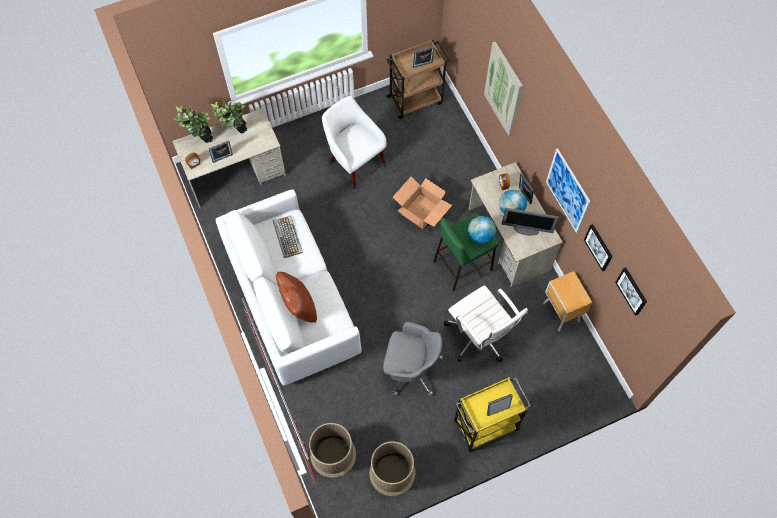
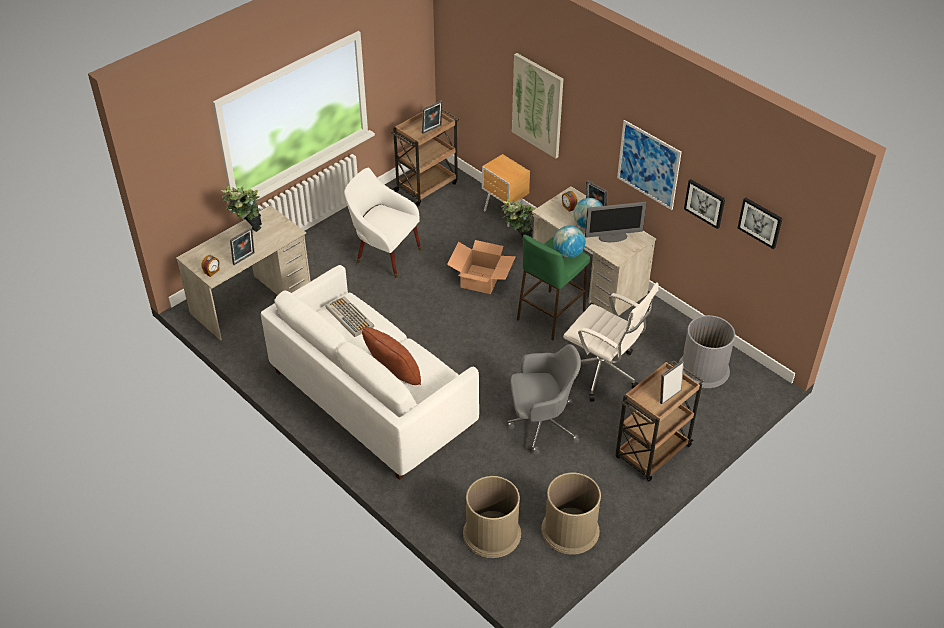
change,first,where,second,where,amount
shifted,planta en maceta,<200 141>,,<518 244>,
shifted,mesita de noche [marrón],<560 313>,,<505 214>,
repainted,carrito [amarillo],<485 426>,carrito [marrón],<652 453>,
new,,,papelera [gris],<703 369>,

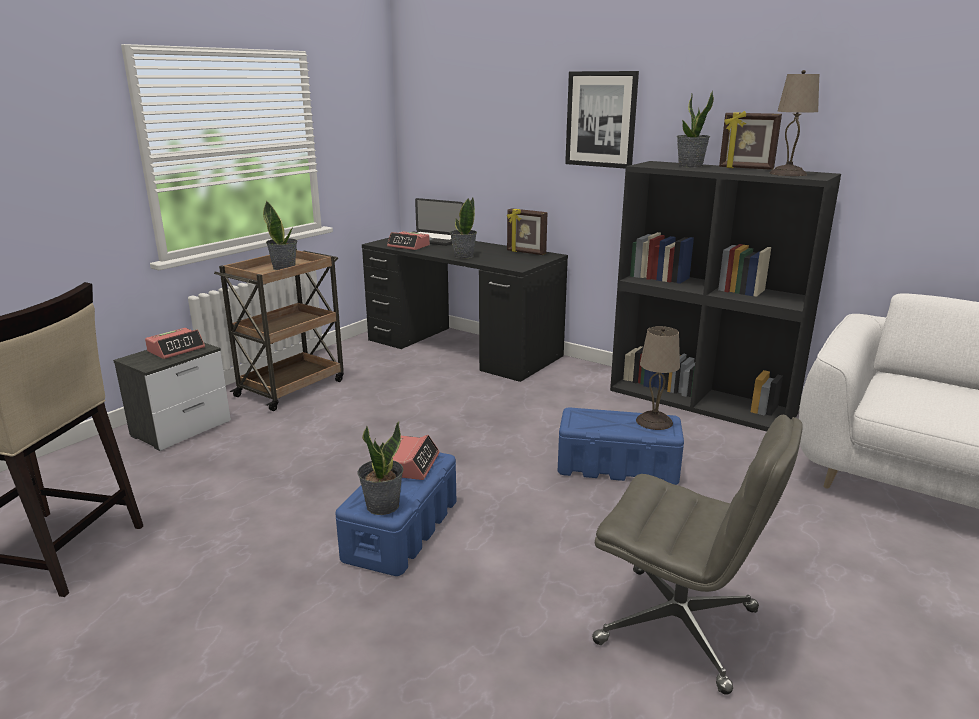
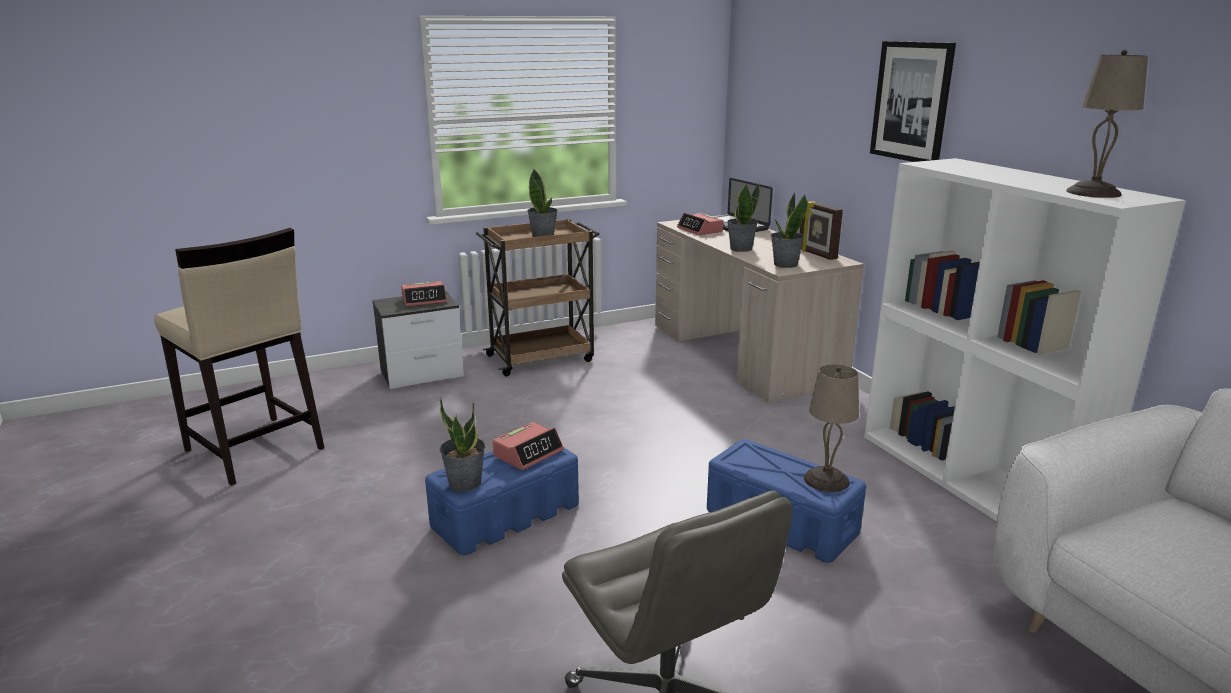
change,first,where,second,where,amount
shifted,planta en maceta,<690 166>,,<785 264>,
gone,portarretratos,<745 168>,,,
repainted,estantería [negro],<702 401>,estantería [blanco],<972 479>,
repainted,escritorio [negro],<463 348>,escritorio [beis],<743 353>,

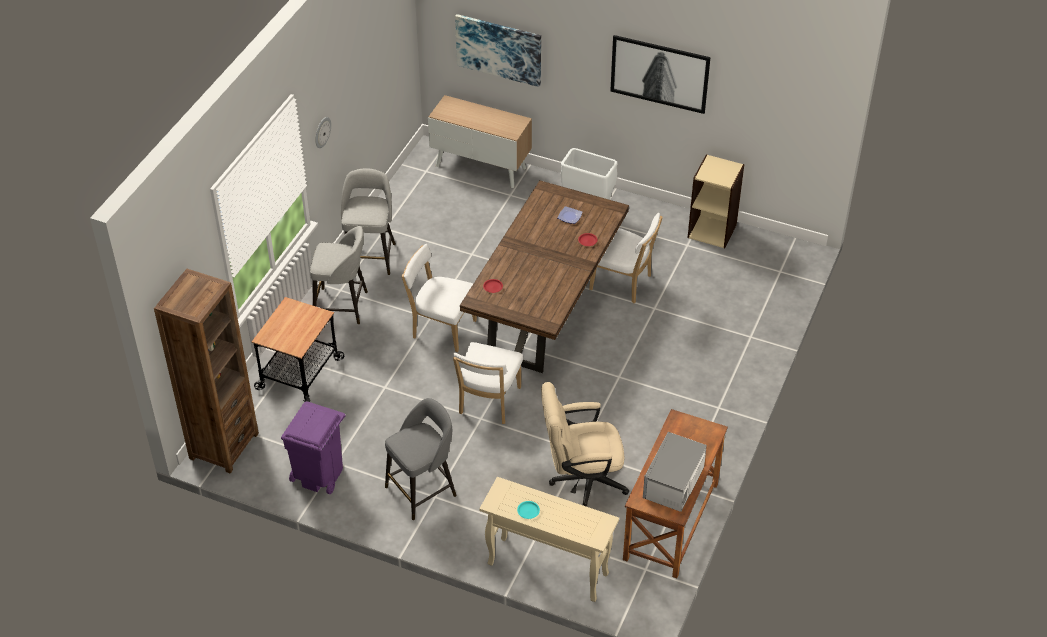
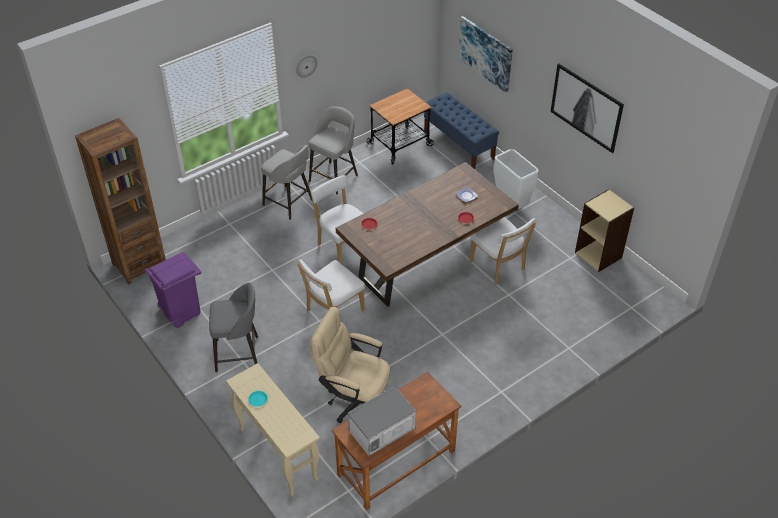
change,first,where,second,where,amount
swapped,armario,<481 166>,banco [azul],<459 144>,
shifted,carrito,<299 373>,,<399 144>,

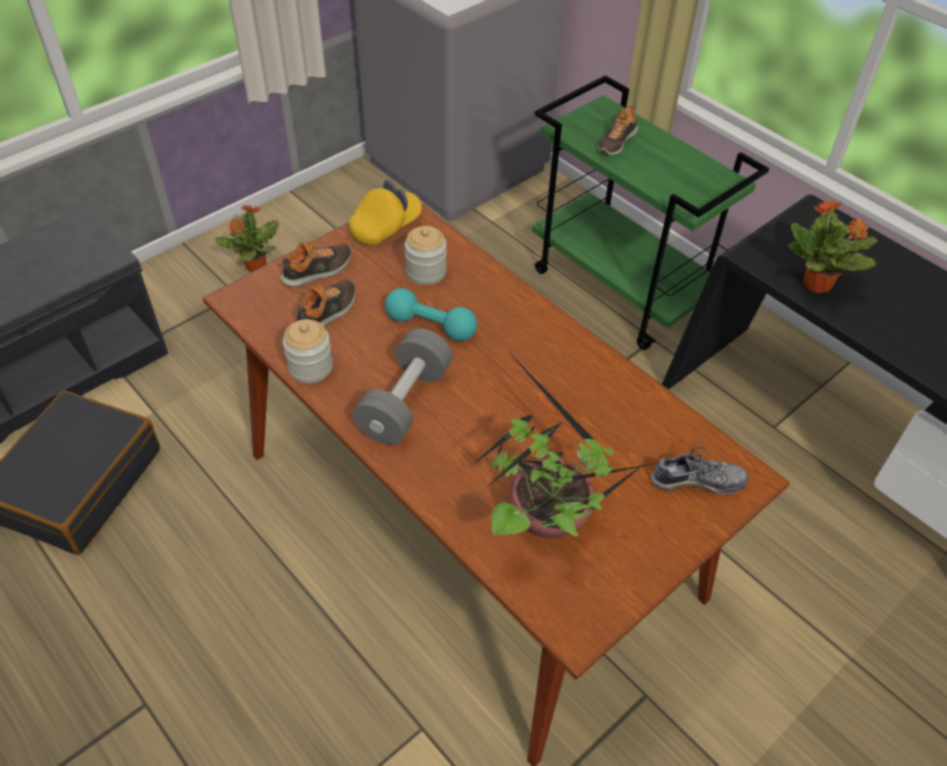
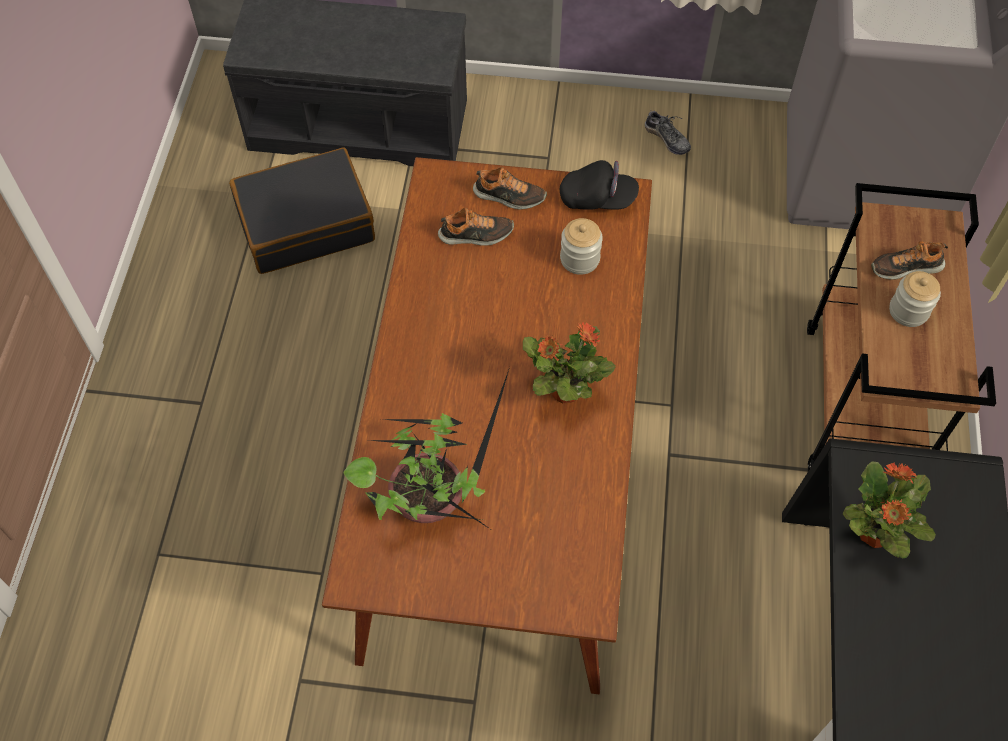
change,first,where,second,where,amount
repainted,carrito [verde],<621 288>,carrito [marrón],<862 405>,
repainted,gorra [amarillo],<385 227>,gorra [negro],<597 198>,
shifted,planta en maceta,<255 267>,,<564 391>,
gone,mancuerna [turquesa],<430 326>,,,
shifted,tarro,<310 367>,,<908 311>,
gone,mancuerna [gris],<405 402>,,,
shifted,zapato,<697 481>,,<667 139>,

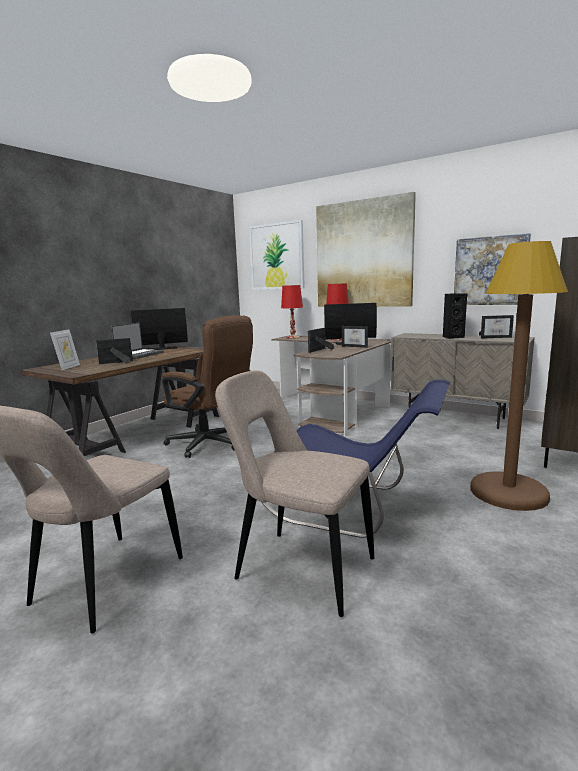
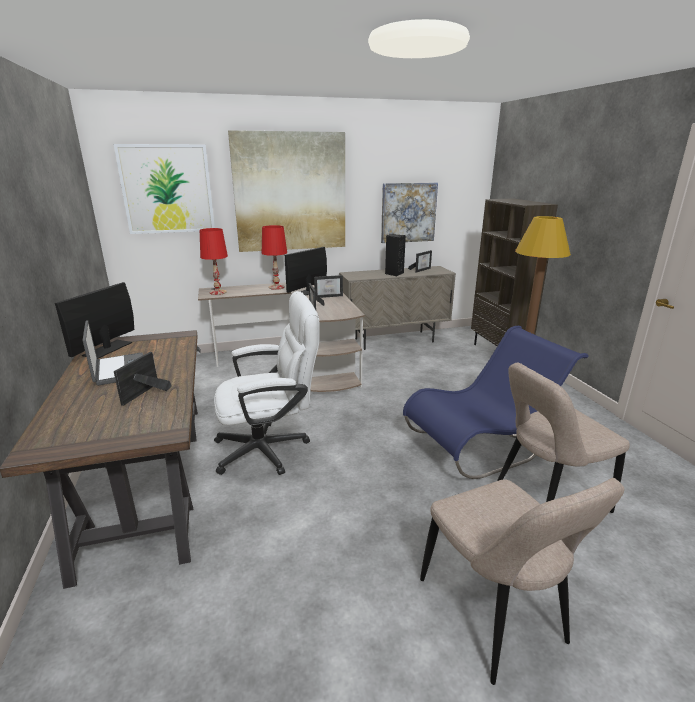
change,first,where,second,where,amount
repainted,silla de oficina [marrón],<211 444>,silla de oficina [blanco],<270 448>,
gone,portarretratos,<68 367>,,,

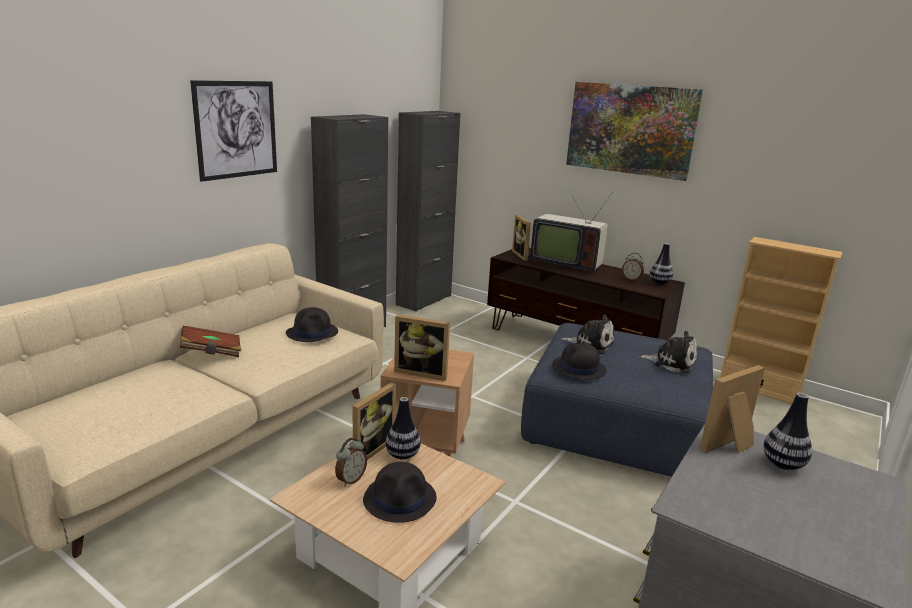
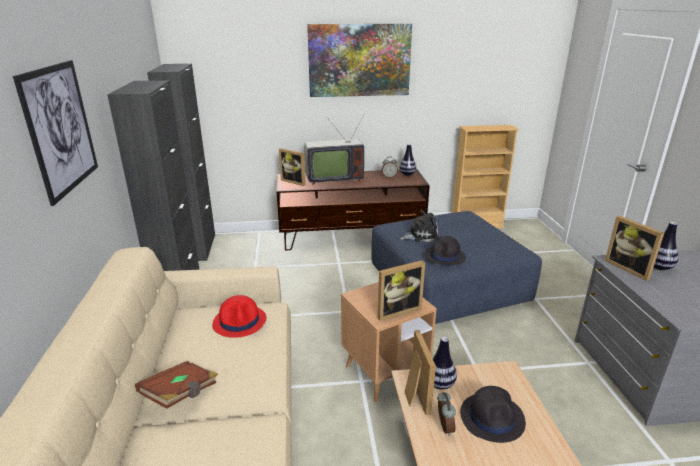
change,first,where,second,where,amount
repainted,sombrero [negro],<312 333>,sombrero [rojo],<240 321>,
gone,peluche,<671 362>,,,
rotated,portarretratos,<731 445>,,<629 268>,45 degrees counterclockwise

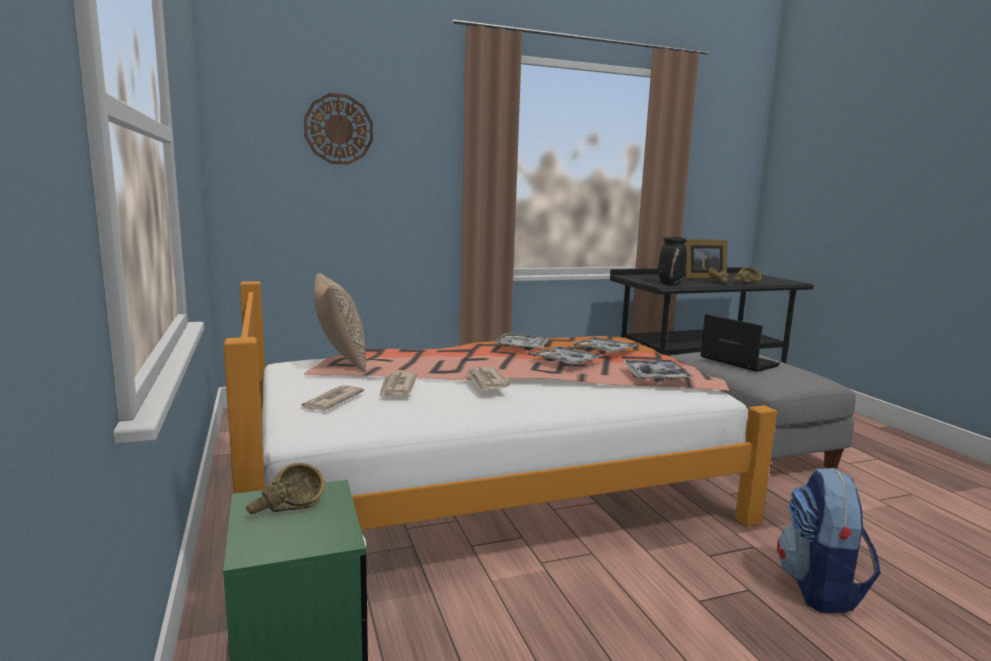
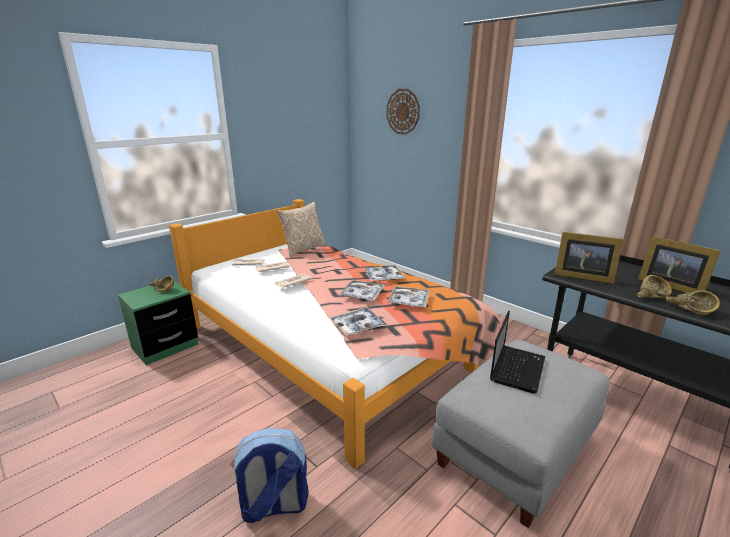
change,first,where,second,where,amount
swapped,florero [negro],<670 284>,portarretratos,<581 276>,

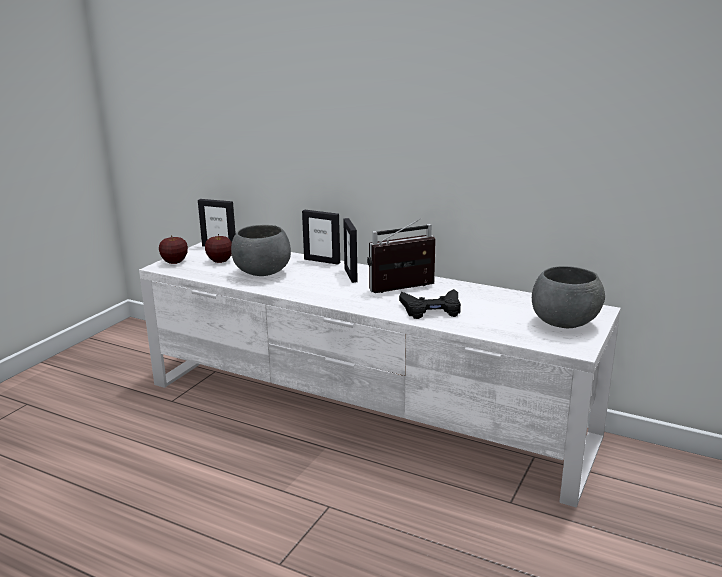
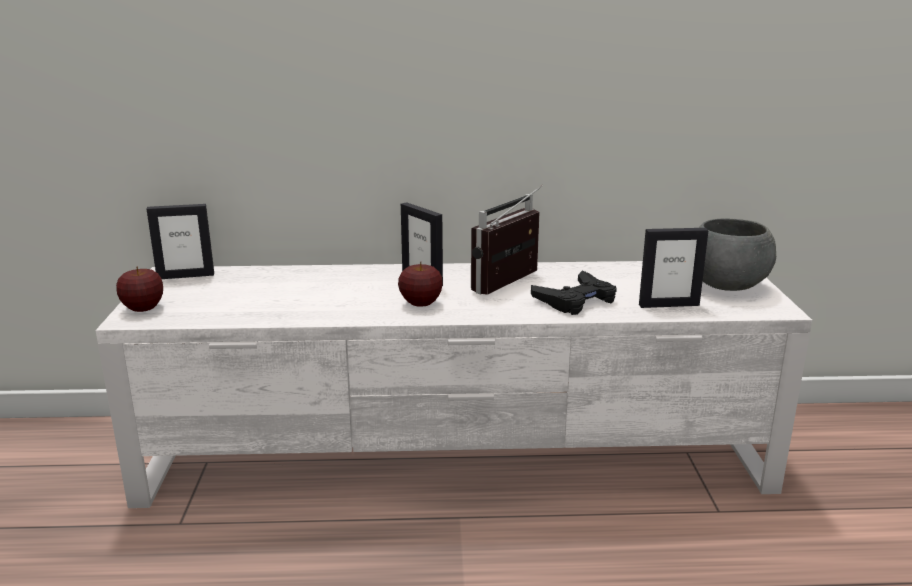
change,first,where,second,where,amount
shifted,portarretratos,<322 261>,,<668 305>,
gone,cuenco [gris],<262 273>,,,
shifted,manzana,<220 261>,,<421 303>,

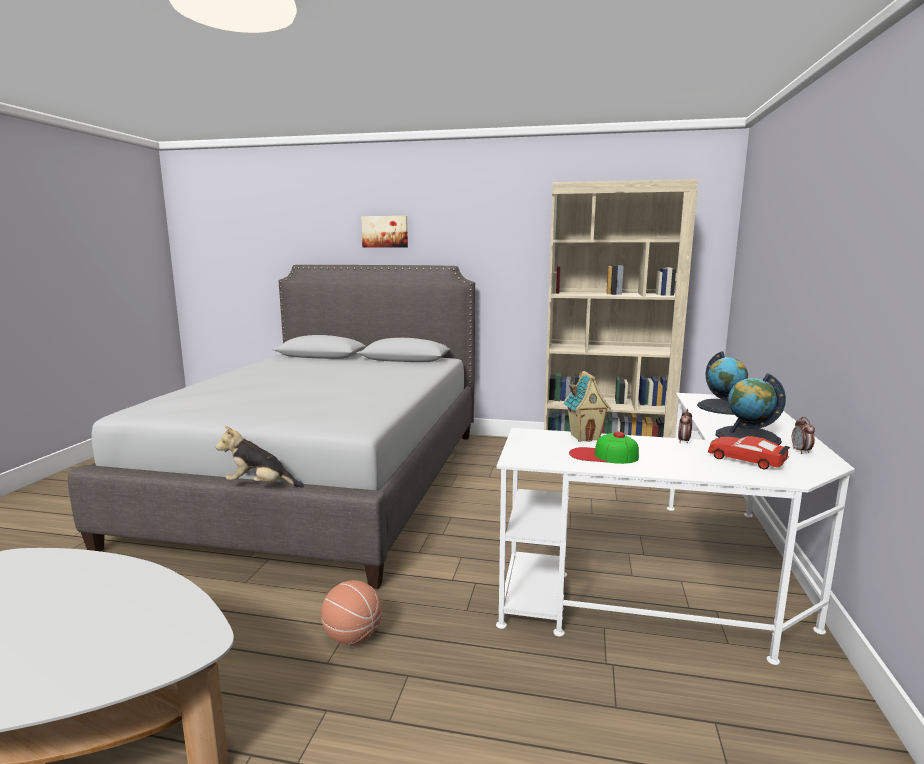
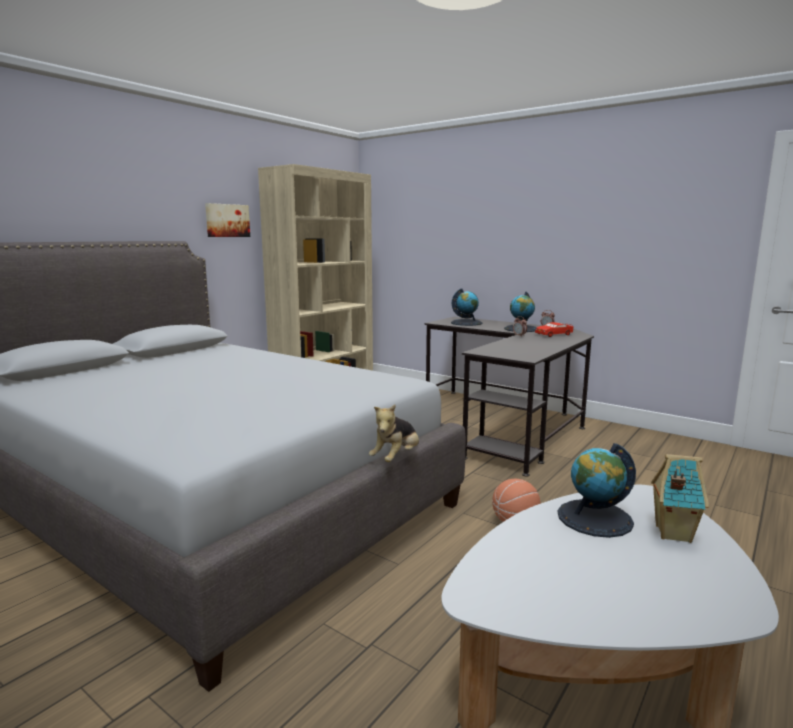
change,first,where,second,where,amount
shifted,cuadro,<385 231>,,<227 220>,
shifted,casita,<585 437>,,<672 533>,
repainted,escritorio [blanco],<682 581>,escritorio [negro],<508 424>,
gone,gorra,<603 455>,,,
new,,,globo terráqueo,<594 518>,

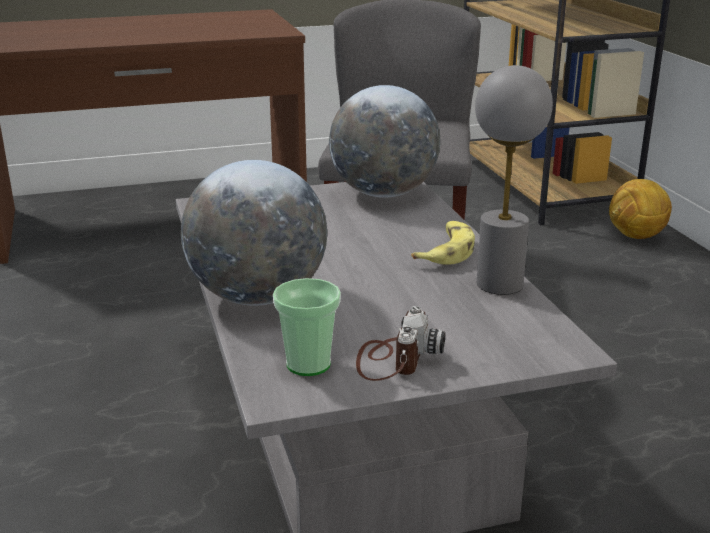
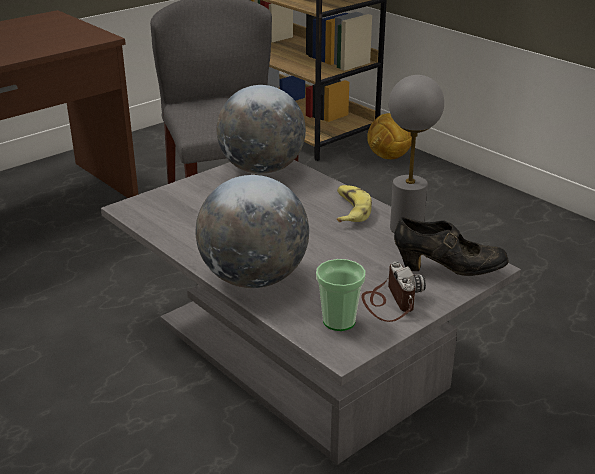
change,first,where,second,where,amount
new,,,zapato [negro],<448 270>,

